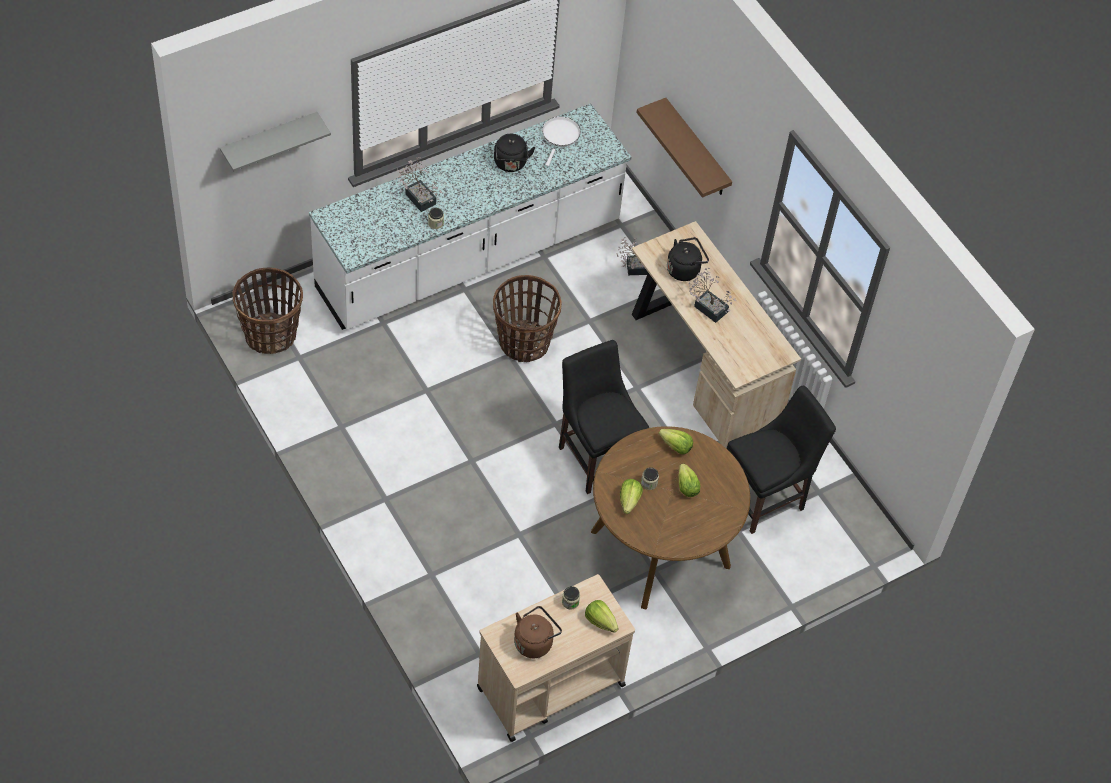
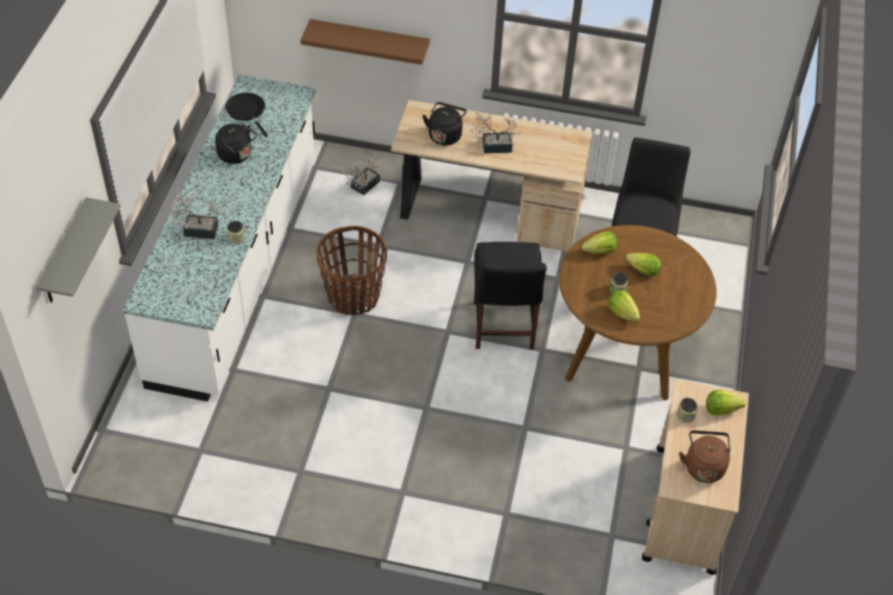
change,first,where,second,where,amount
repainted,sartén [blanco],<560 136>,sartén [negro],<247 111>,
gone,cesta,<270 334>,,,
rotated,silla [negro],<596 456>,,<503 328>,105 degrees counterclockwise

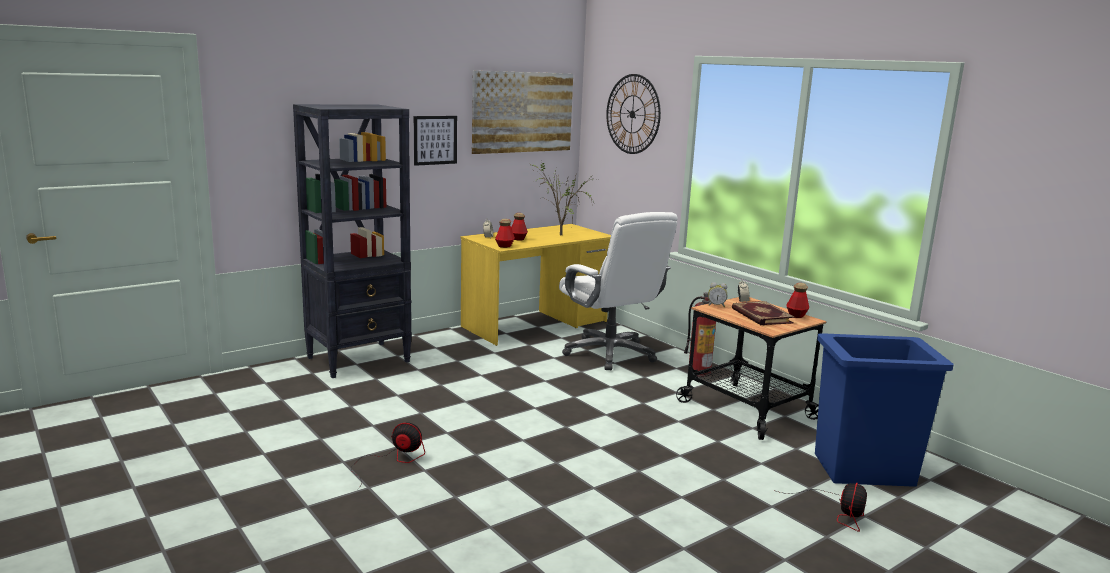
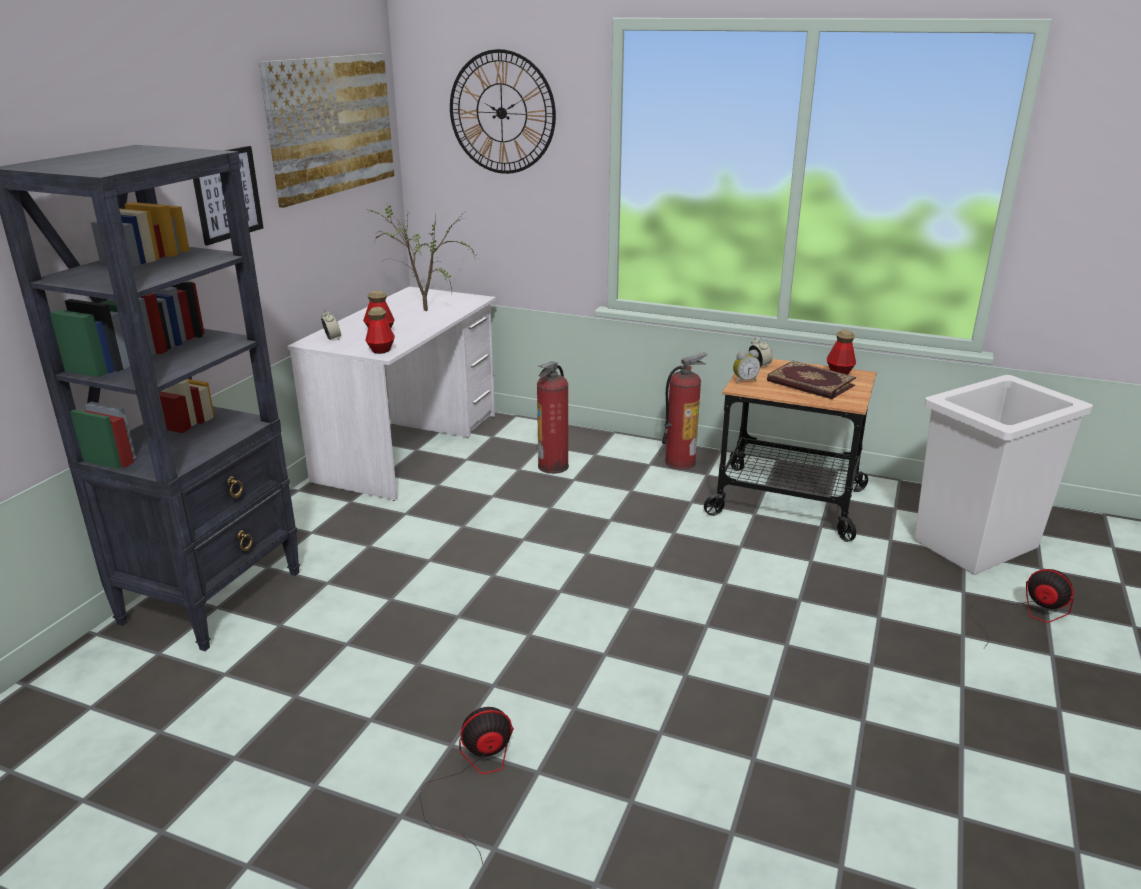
change,first,where,second,where,amount
swapped,silla de oficina [blanco],<610 353>,extintor,<553 466>,
repainted,escritorio [amarillo],<535 324>,escritorio [blanco],<409 447>,
repainted,papelera [azul],<862 469>,papelera [blanco],<973 544>,
rotated,ventilador,<838 512>,,<1022 614>,45 degrees counterclockwise

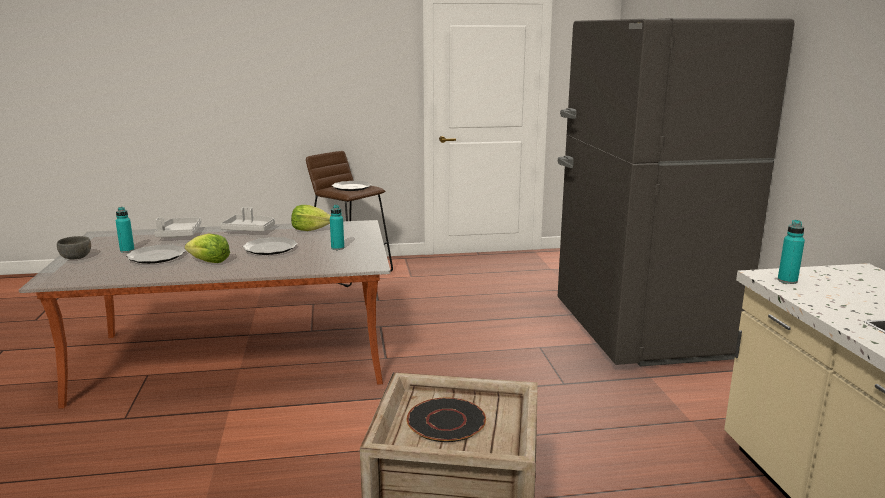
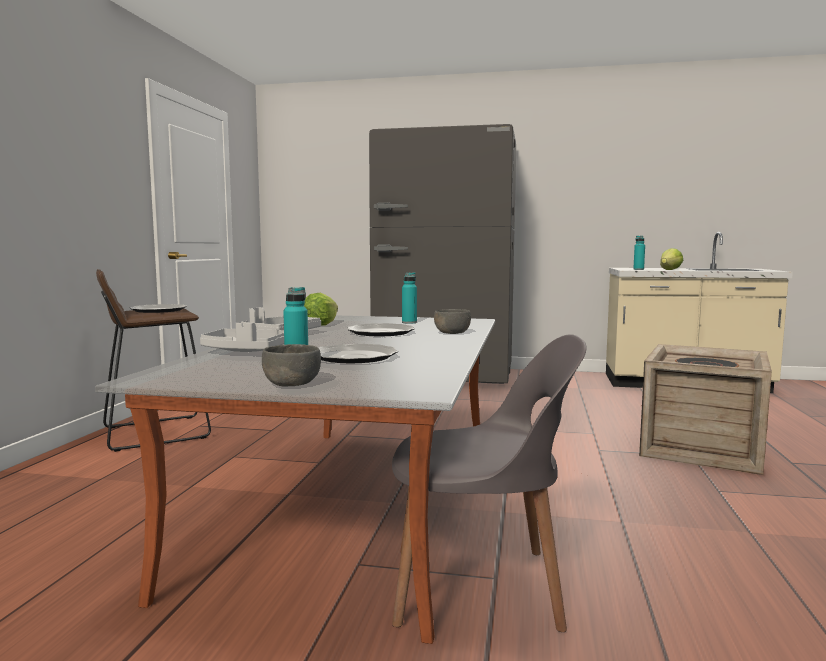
change,first,where,second,where,amount
shifted,lechuga,<209 262>,,<669 270>,
new,,,cuenco [gris],<451 333>,
new,,,silla [gris],<481 587>,

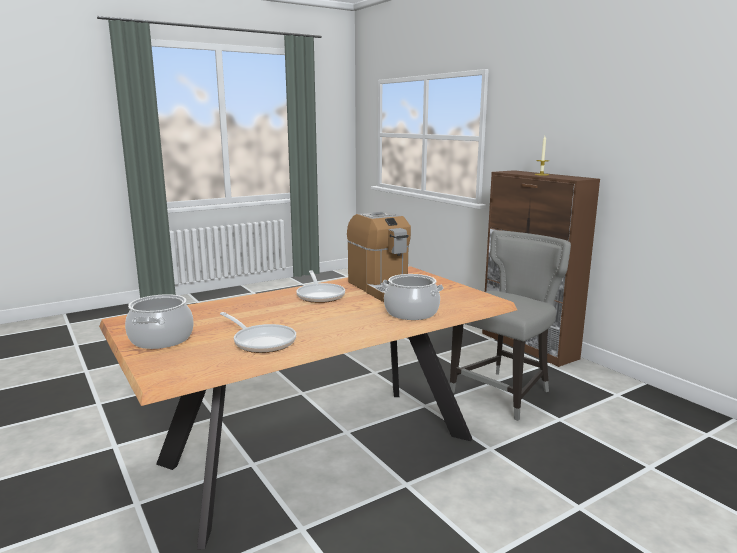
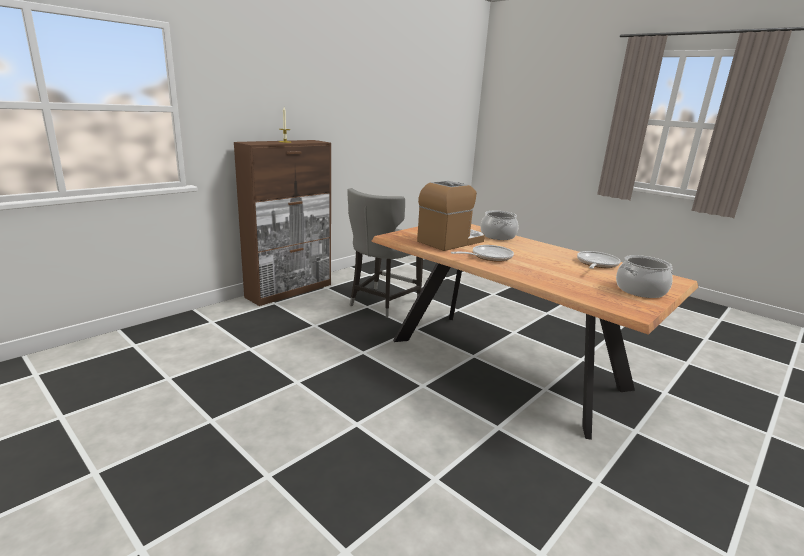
change,first,where,second,where,amount
rotated,silla [gris],<504 393>,,<382 303>,90 degrees counterclockwise

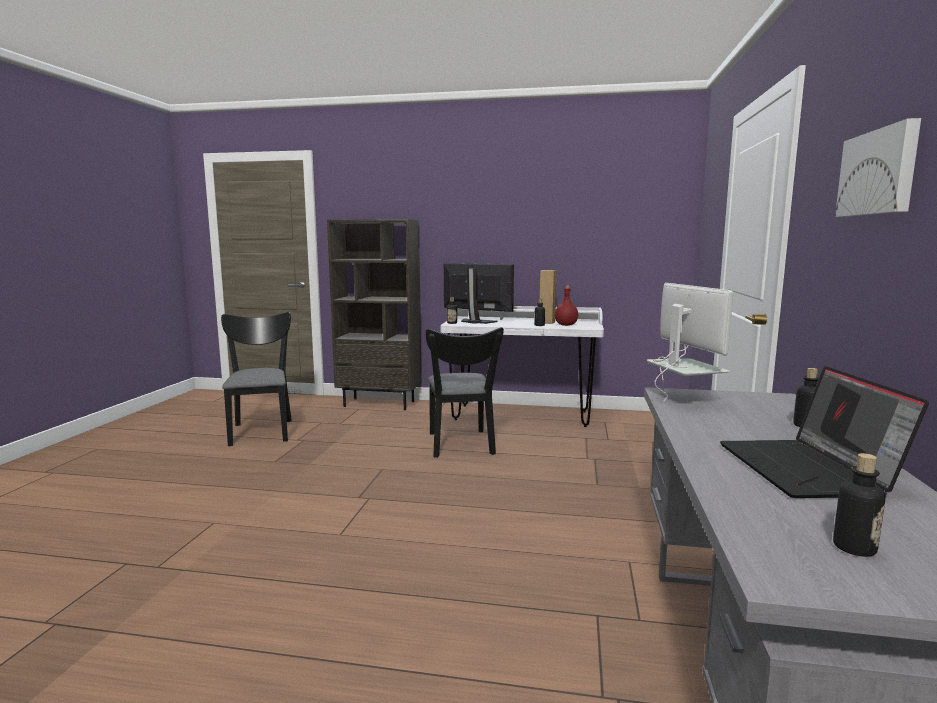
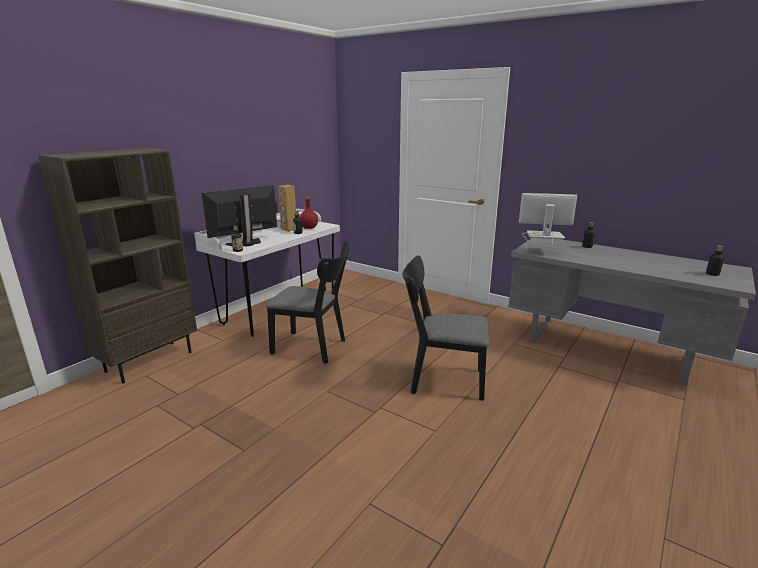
change,first,where,second,where,amount
gone,cuadro,<879 173>,,,
shifted,silla [negro],<261 430>,,<441 380>,
gone,portátil,<809 470>,,,

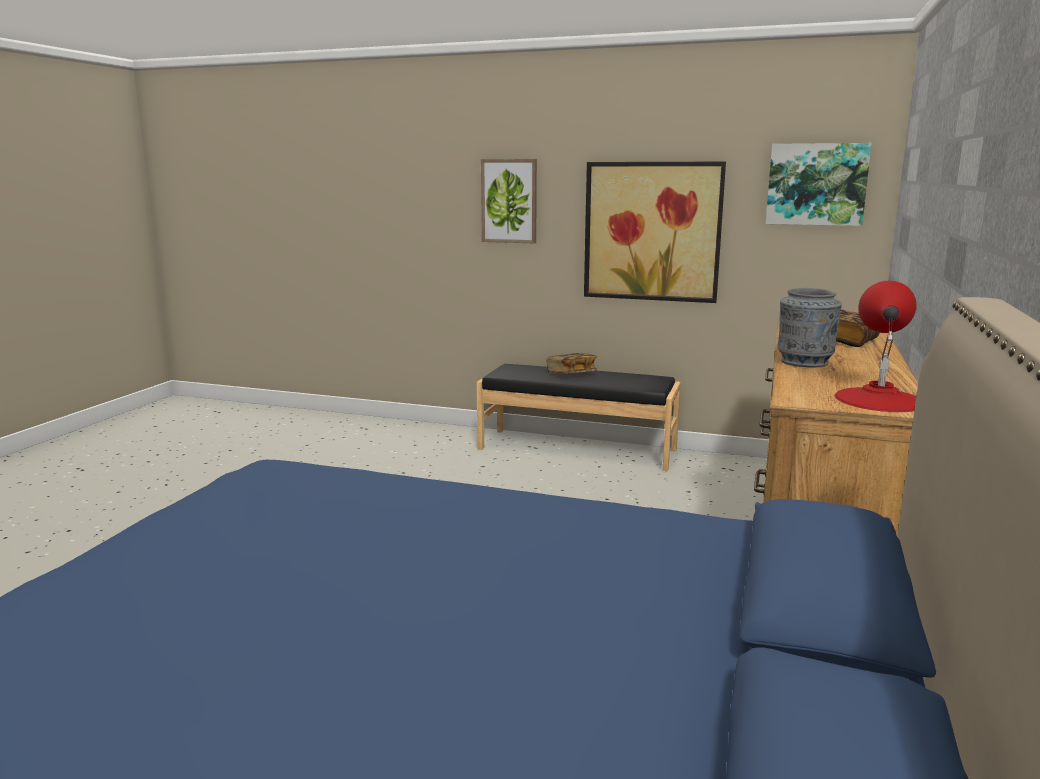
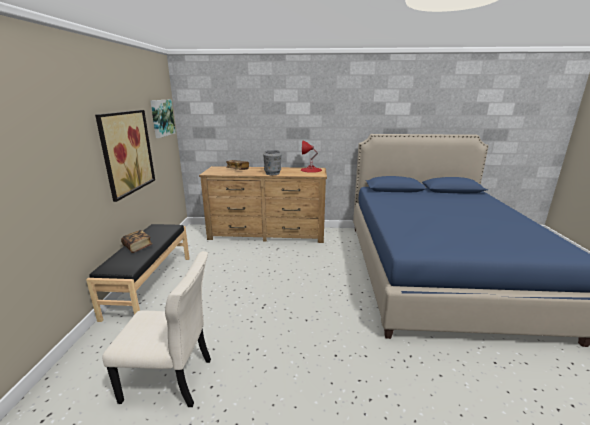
change,first,where,second,where,amount
gone,cuadro,<509 201>,,,
new,,,silla [beis],<171 380>,

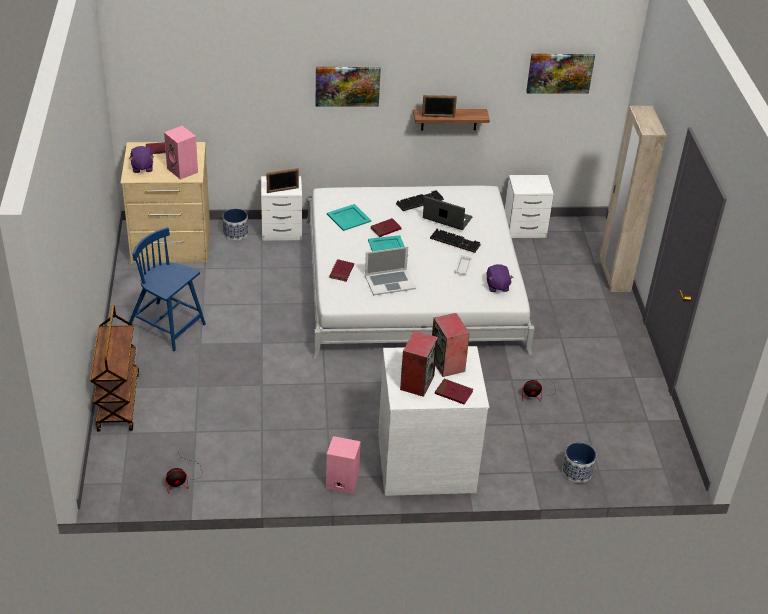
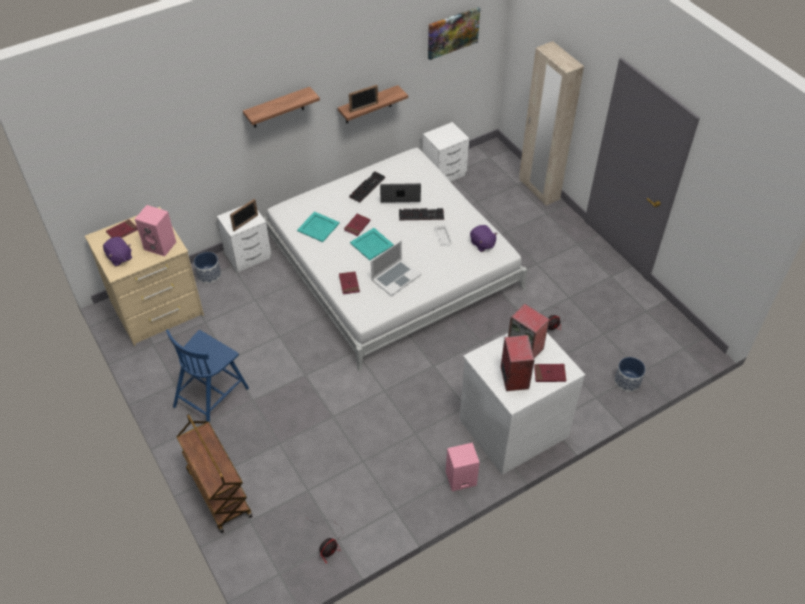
change,first,where,second,where,amount
swapped,cuadro,<347 85>,estante,<277 108>,
rotated,silla [azul],<167 327>,,<212 396>,60 degrees counterclockwise

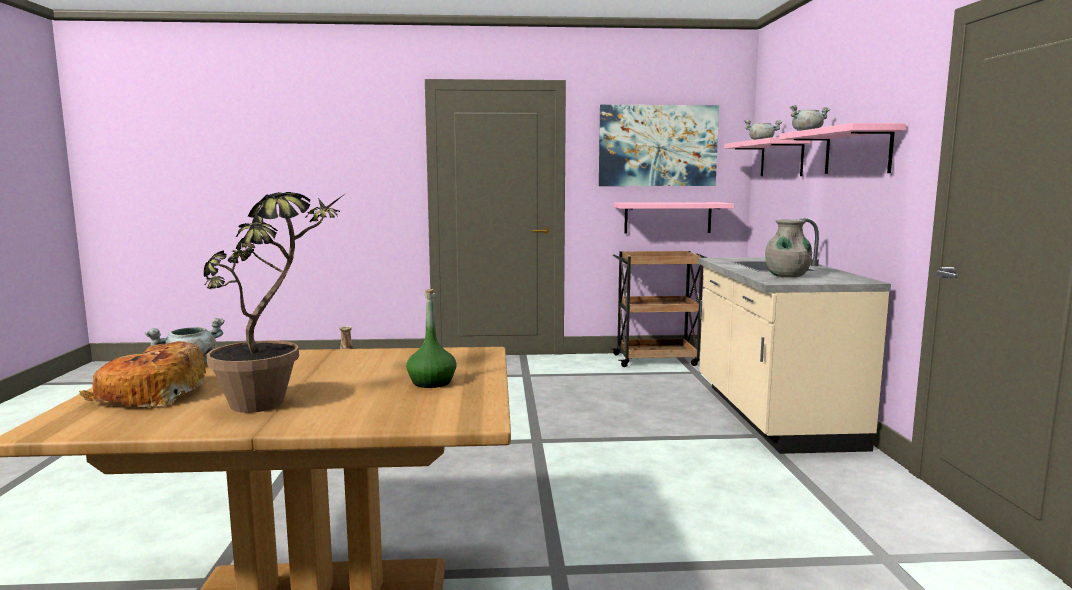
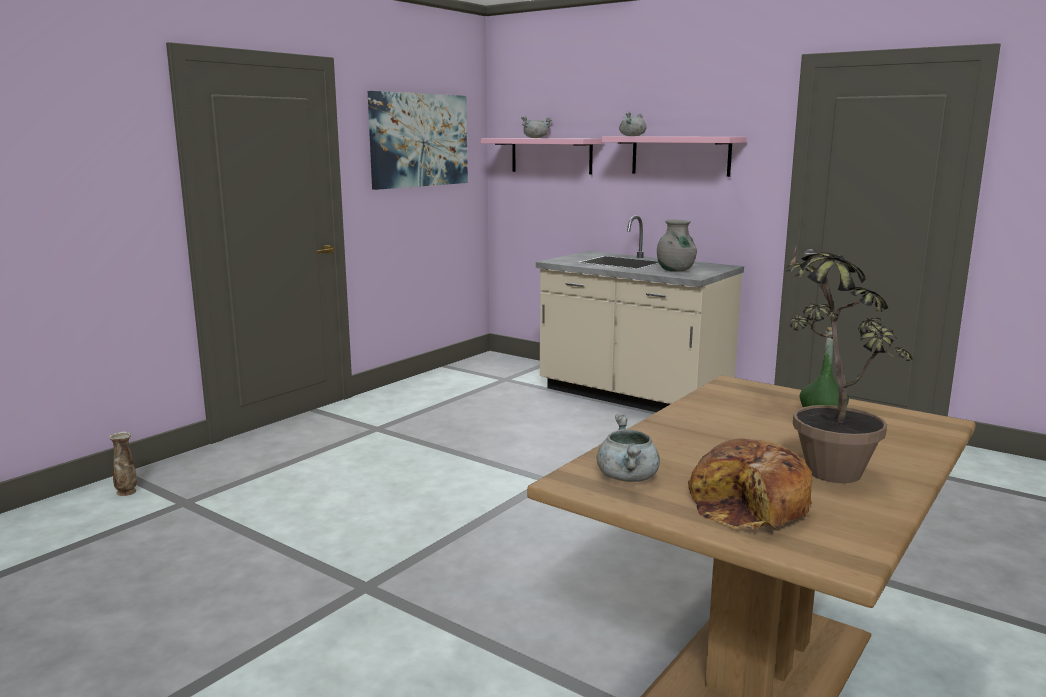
change,first,where,second,where,amount
gone,estante [rosa],<667 217>,,,
gone,carrito [marrón],<657 360>,,,

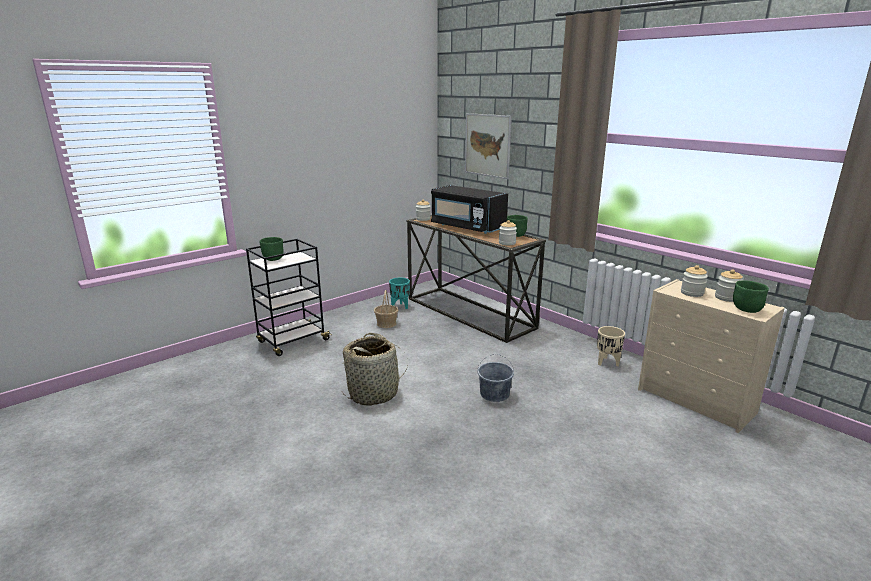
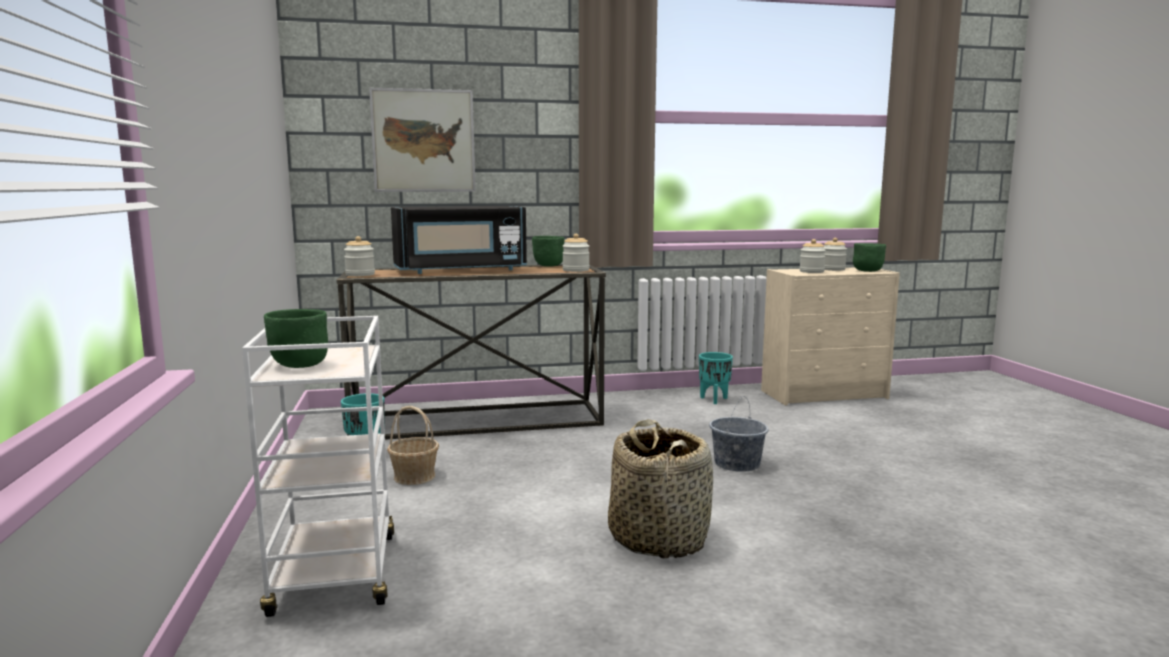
change,first,where,second,where,amount
repainted,carrito [negro],<292 341>,carrito [blanco],<335 576>,
repainted,maceta [beis],<607 363>,maceta [turquesa],<714 399>,

